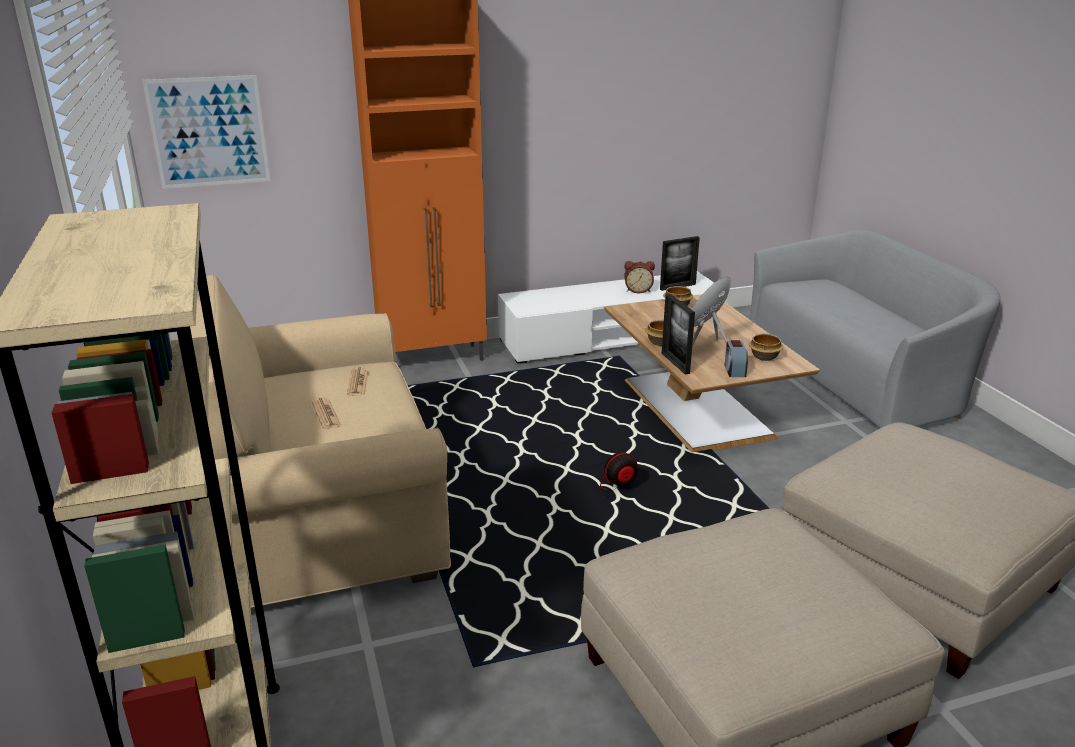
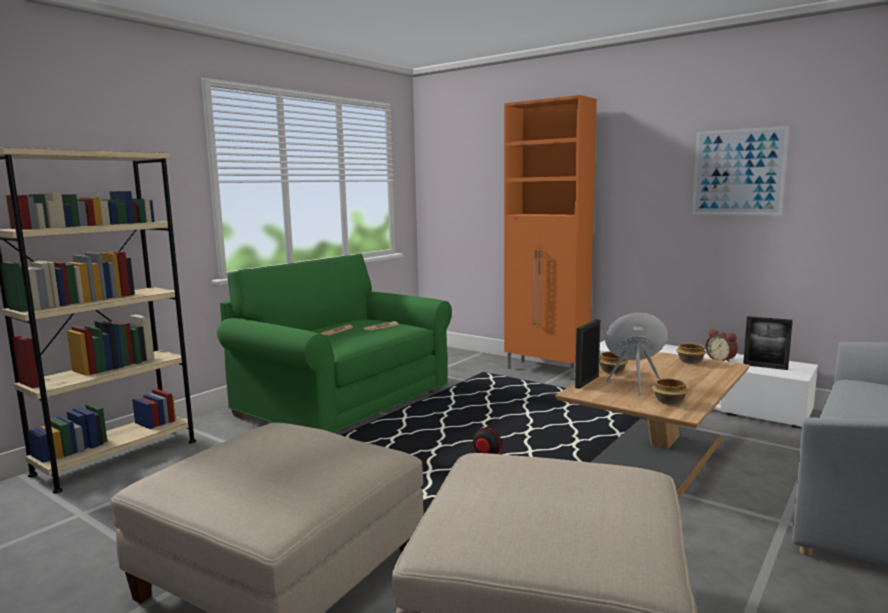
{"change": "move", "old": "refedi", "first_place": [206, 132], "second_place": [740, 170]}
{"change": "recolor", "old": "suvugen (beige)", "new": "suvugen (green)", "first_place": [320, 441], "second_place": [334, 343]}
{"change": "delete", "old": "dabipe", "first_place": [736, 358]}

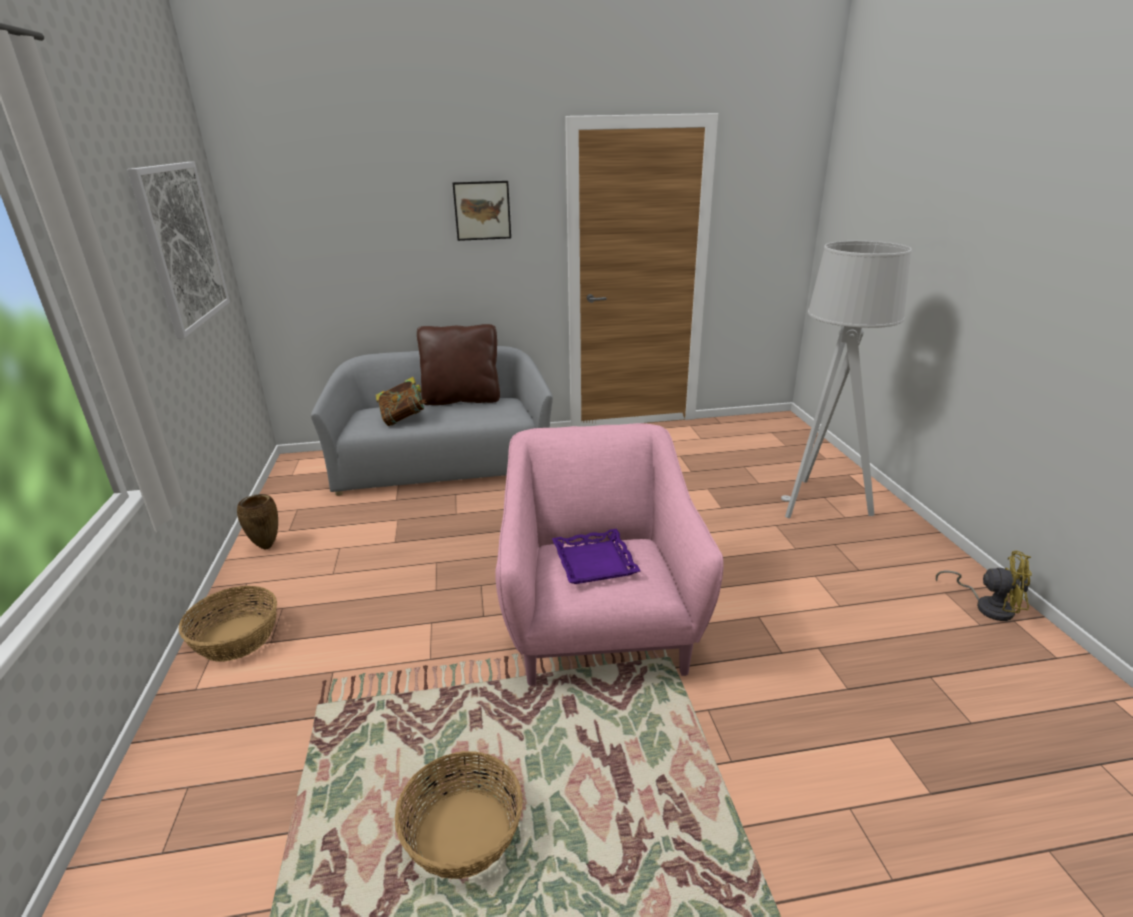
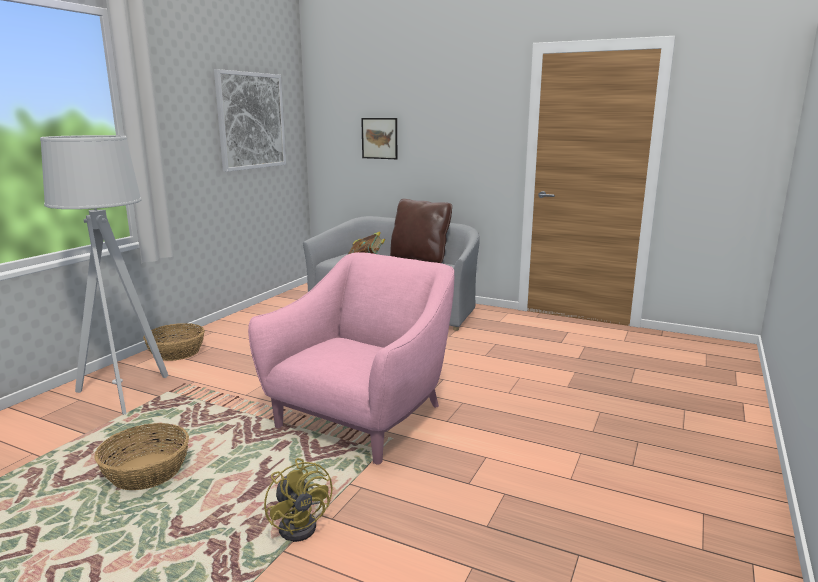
{"change": "delete", "old": "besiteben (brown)", "first_place": [257, 521]}
{"change": "move", "old": "refedi", "first_place": [482, 211], "second_place": [379, 138]}
{"change": "delete", "old": "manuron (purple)", "first_place": [596, 556]}
{"change": "move", "old": "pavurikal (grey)", "first_place": [846, 379], "second_place": [104, 275]}
{"change": "move", "old": "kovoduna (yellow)", "first_place": [984, 585], "second_place": [298, 500]}

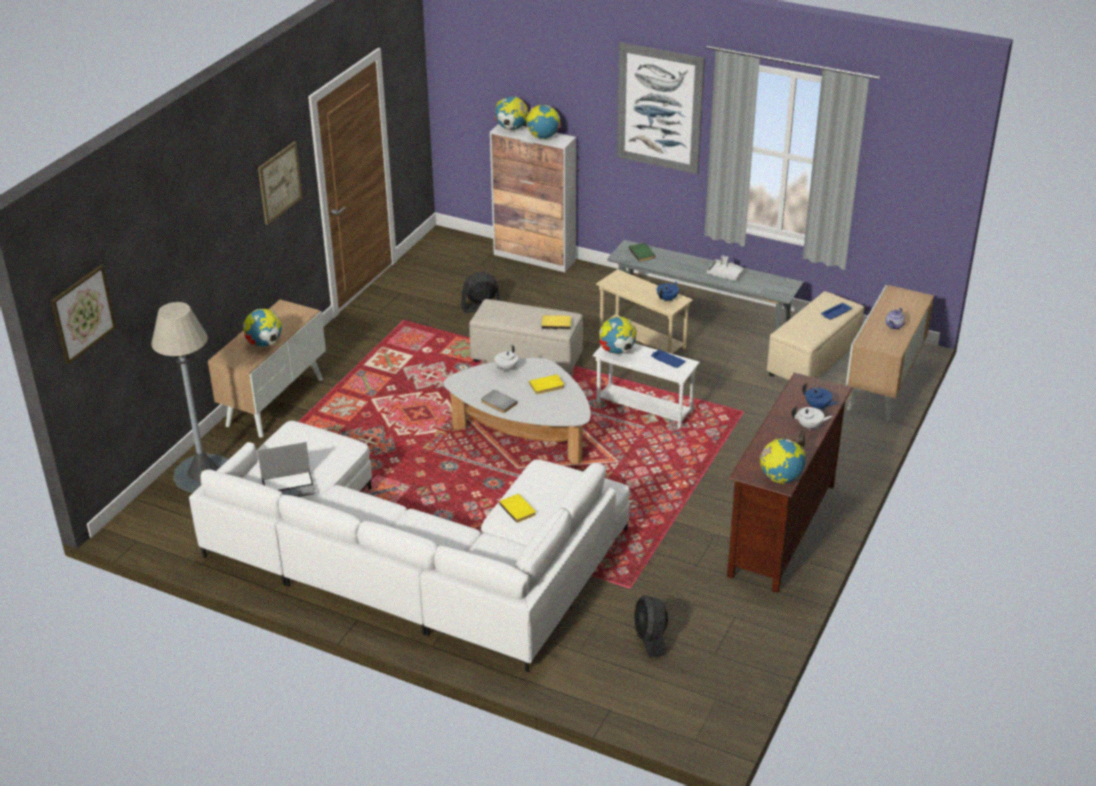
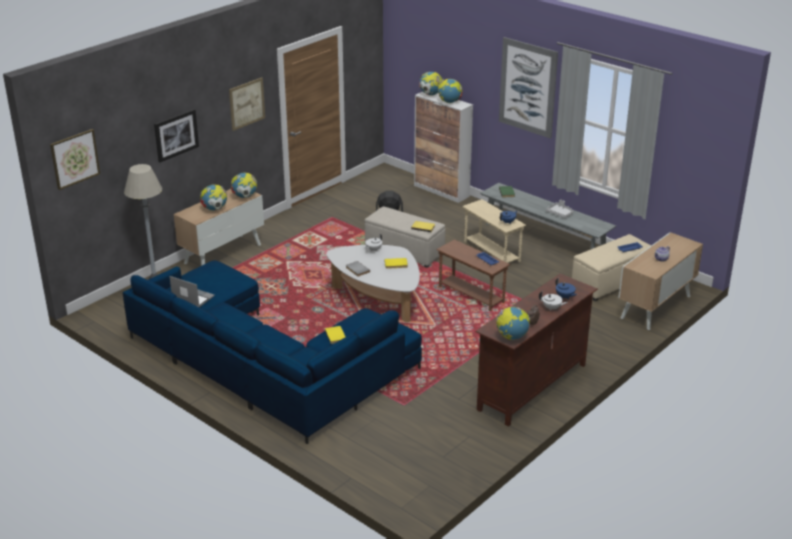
{"change": "recolor", "old": "suvugen (white)", "new": "suvugen (blue)", "first_place": [409, 546], "second_place": [272, 352]}
{"change": "rotate", "old": "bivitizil", "first_place": [287, 469], "second_place": [192, 291], "degrees": -150}
{"change": "recolor", "old": "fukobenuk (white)", "new": "fukobenuk (brown)", "first_place": [646, 386], "second_place": [473, 275]}
{"change": "move", "old": "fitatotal", "first_place": [618, 335], "second_place": [244, 185]}
{"change": "delete", "old": "kovoduna (black)", "first_place": [651, 626]}
{"change": "insert", "new": "refedi", "second_place": [176, 136]}

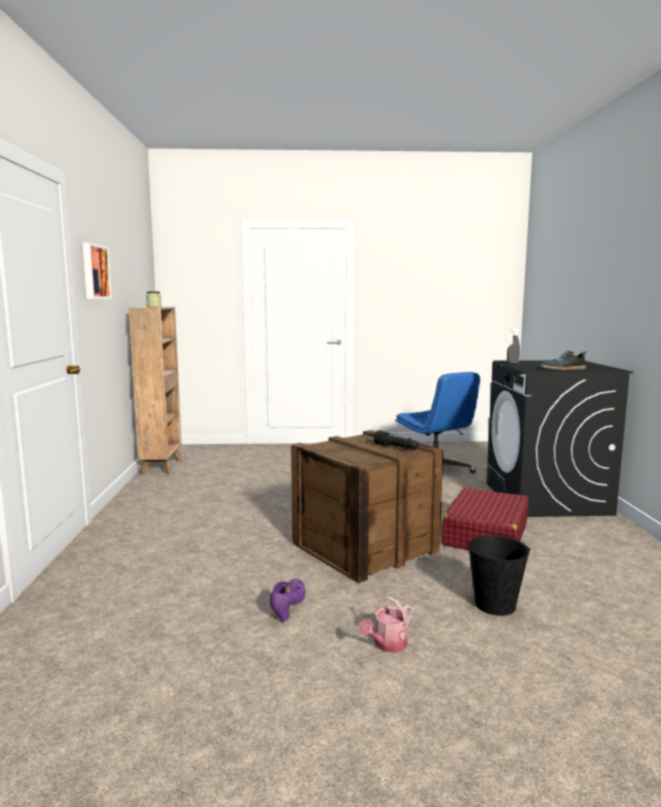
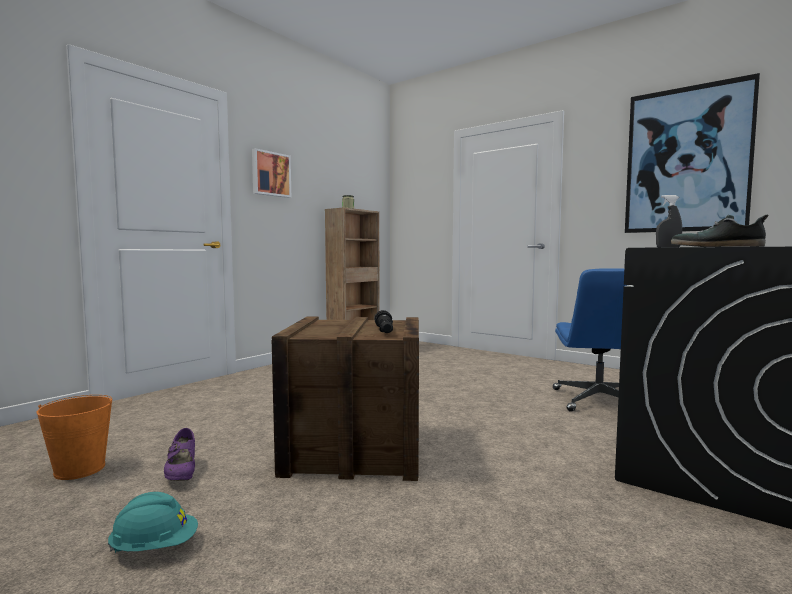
{"change": "rotate", "old": "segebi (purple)", "first_place": [288, 600], "second_place": [179, 454], "degrees": 105}
{"change": "replace", "old": "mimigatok", "new": "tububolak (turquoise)", "first_place": [385, 624], "second_place": [153, 522]}
{"change": "delete", "old": "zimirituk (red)", "first_place": [485, 519]}
{"change": "delete", "old": "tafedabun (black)", "first_place": [499, 575]}
{"change": "insert", "new": "tafedabun (orange)", "second_place": [74, 437]}
{"change": "insert", "new": "refedi", "second_place": [692, 153]}

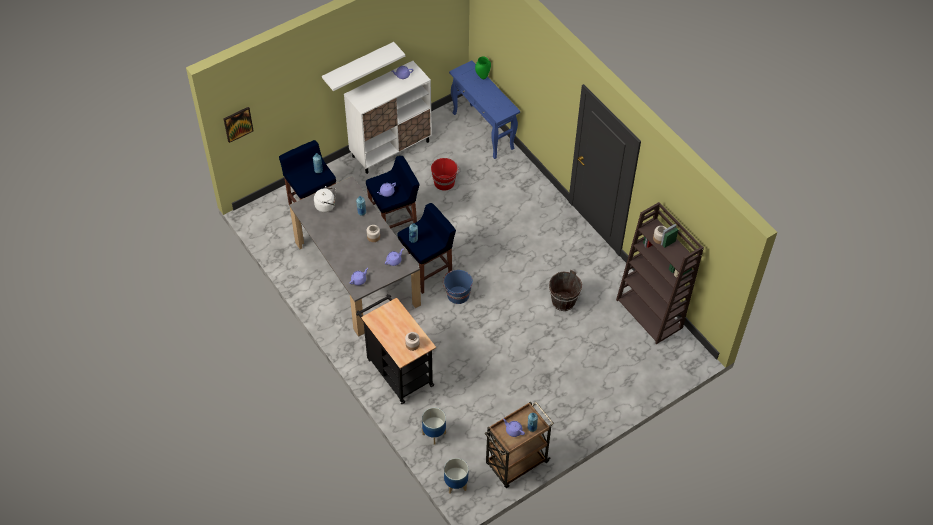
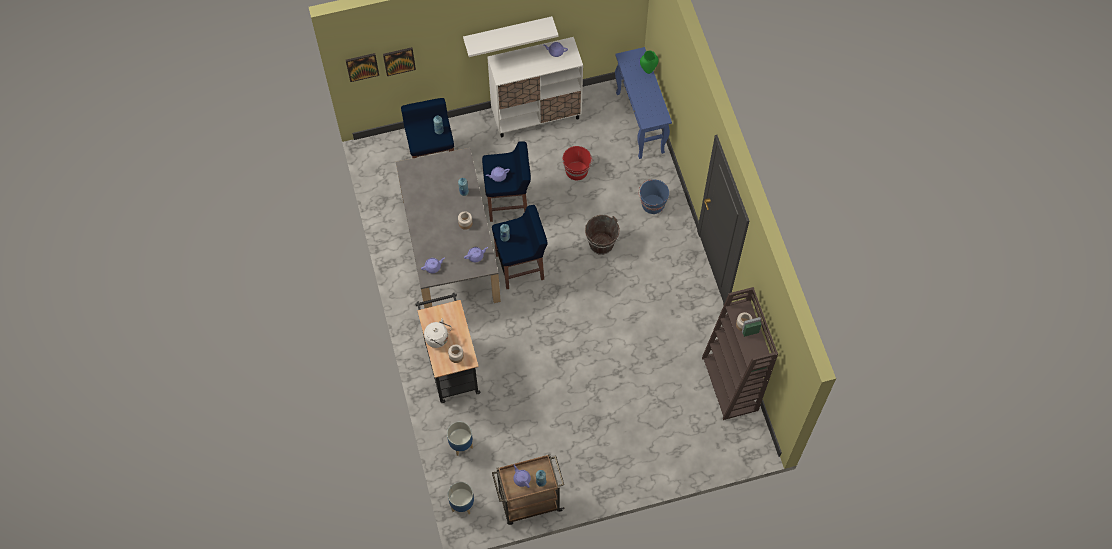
{"change": "move", "old": "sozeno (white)", "first_place": [325, 199], "second_place": [438, 333]}
{"change": "move", "old": "tafedabun (blue)", "first_place": [458, 287], "second_place": [653, 196]}
{"change": "move", "old": "tafedabun (brown)", "first_place": [565, 290], "second_place": [602, 235]}
{"change": "insert", "new": "refedi", "second_place": [399, 61]}

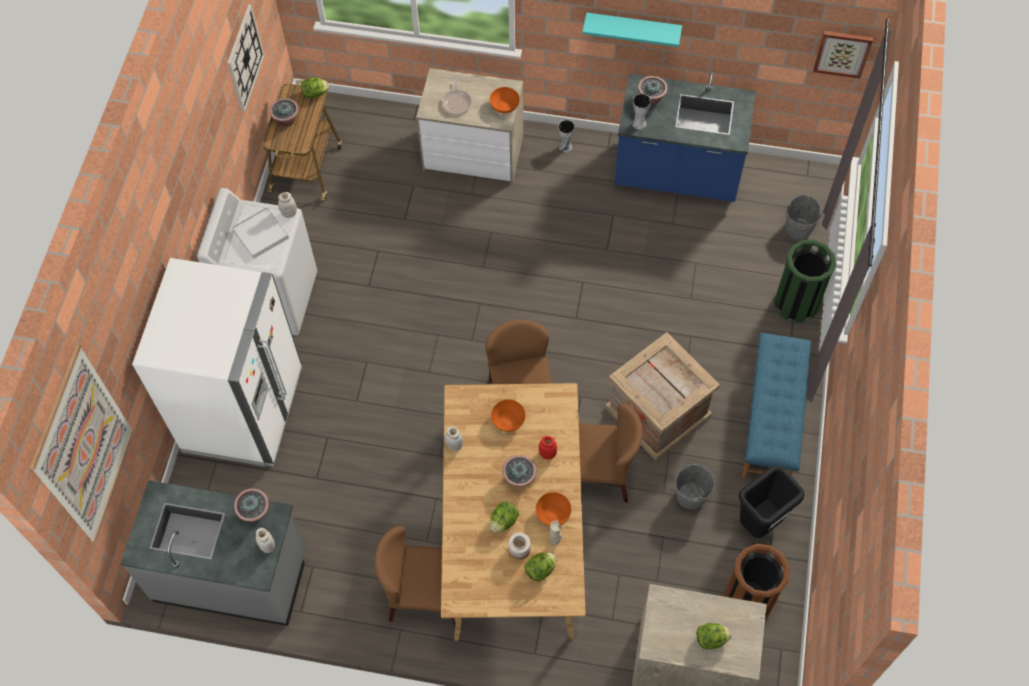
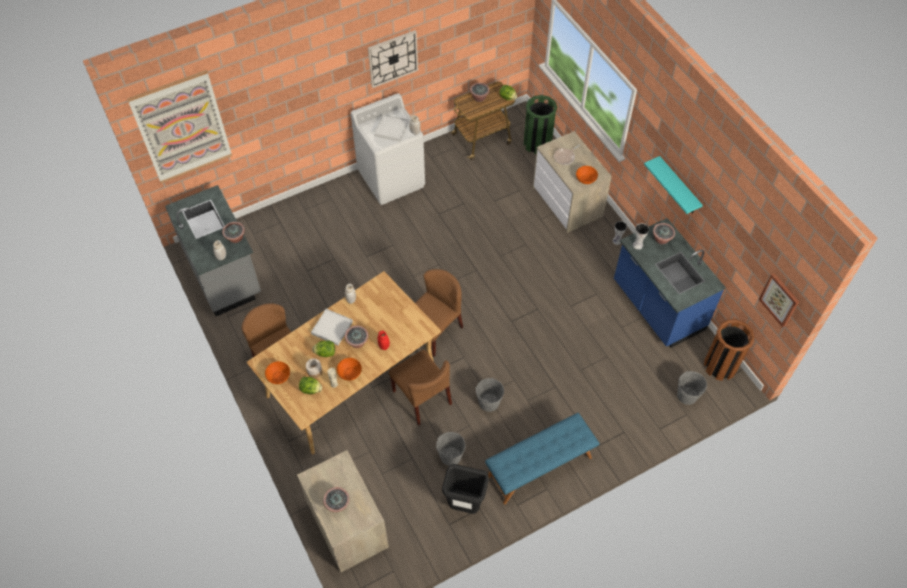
{"change": "delete", "old": "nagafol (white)", "first_place": [217, 362]}
{"change": "move", "old": "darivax", "first_place": [246, 58], "second_place": [393, 59]}
{"change": "move", "old": "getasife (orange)", "first_place": [508, 415], "second_place": [277, 372]}
{"change": "replace", "old": "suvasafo", "new": "tafedabun (grey)", "first_place": [662, 396], "second_place": [489, 394]}
{"change": "replace", "old": "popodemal", "new": "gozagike", "first_place": [713, 636], "second_place": [336, 499]}
{"change": "move", "old": "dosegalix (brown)", "first_place": [757, 581], "second_place": [729, 350]}
{"change": "move", "old": "dosegalix (green)", "first_place": [805, 281], "second_place": [540, 124]}
{"change": "insert", "new": "manuron (white)", "second_place": [332, 327]}

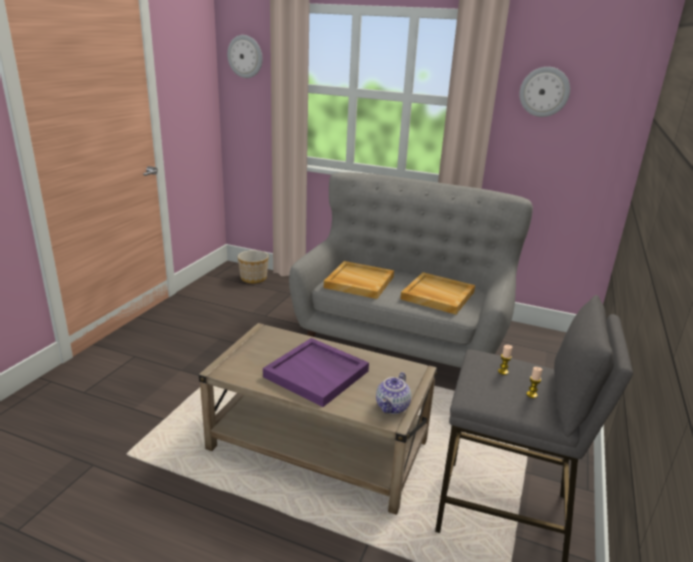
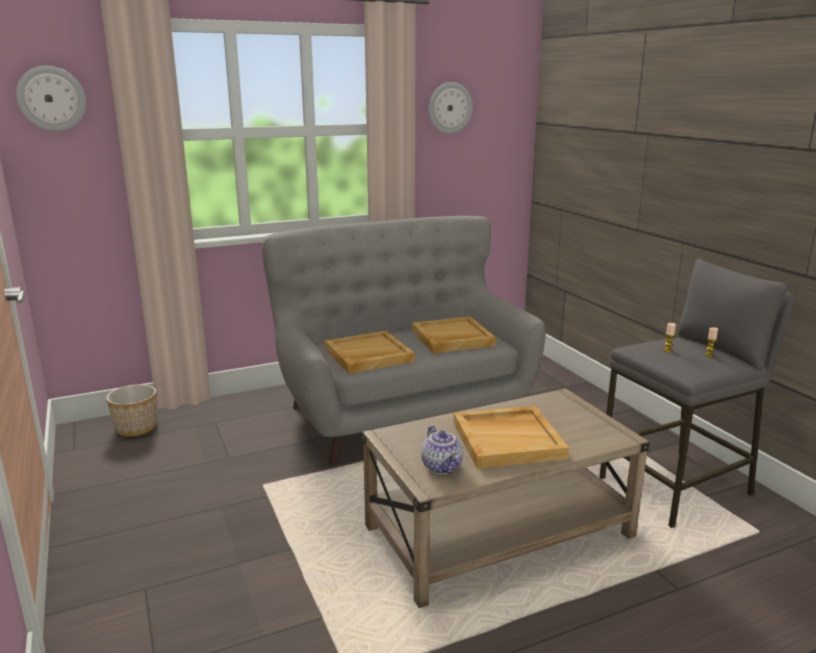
{"change": "recolor", "old": "manuron (purple)", "new": "manuron (beige)", "first_place": [316, 372], "second_place": [511, 437]}
{"change": "move", "old": "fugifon", "first_place": [393, 393], "second_place": [442, 450]}

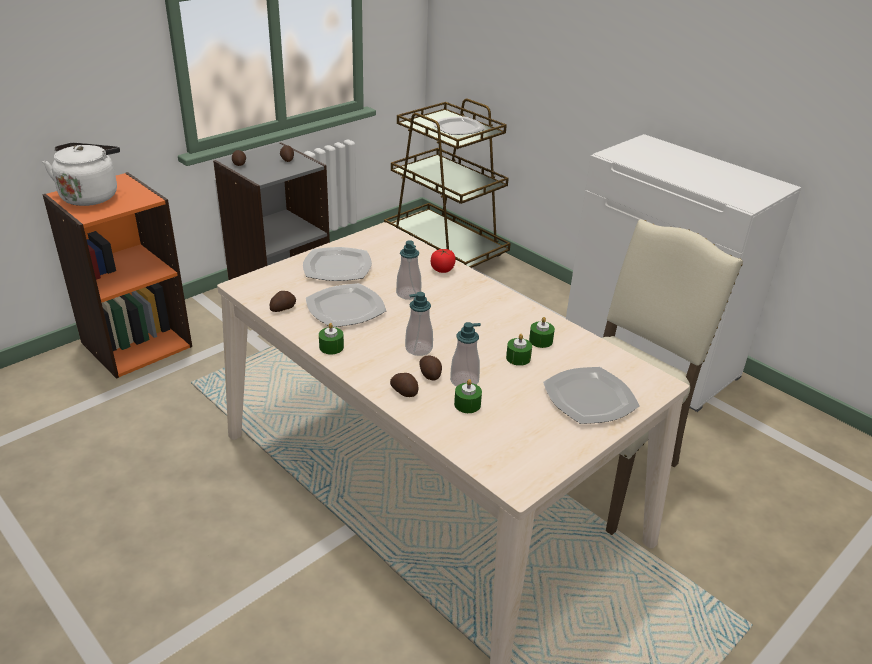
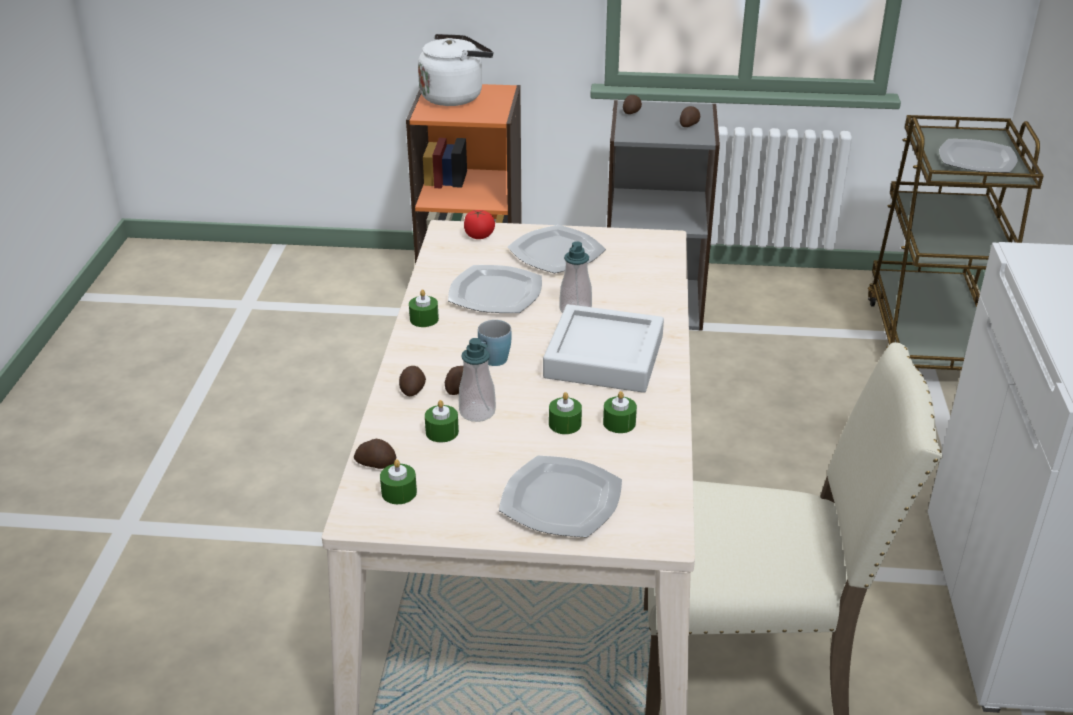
{"change": "move", "old": "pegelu", "first_place": [283, 301], "second_place": [375, 454]}
{"change": "replace", "old": "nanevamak", "new": "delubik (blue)", "first_place": [419, 324], "second_place": [494, 343]}
{"change": "move", "old": "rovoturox", "first_place": [443, 261], "second_place": [479, 224]}
{"change": "insert", "new": "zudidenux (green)", "second_place": [398, 481]}
{"change": "insert", "new": "manuron (grey)", "second_place": [603, 348]}

